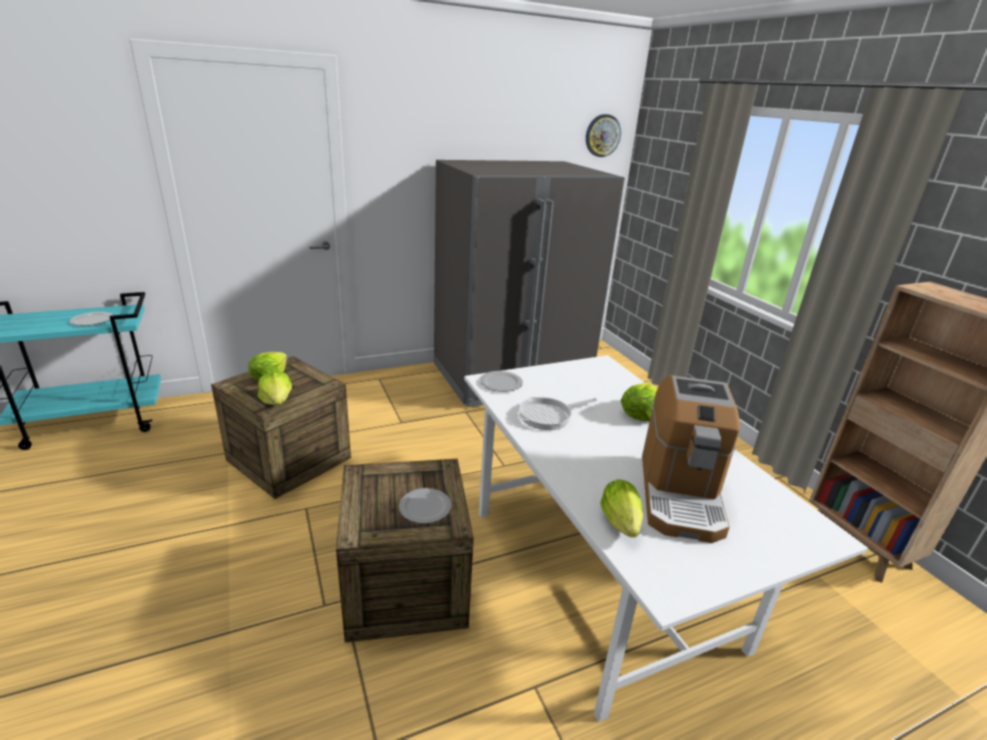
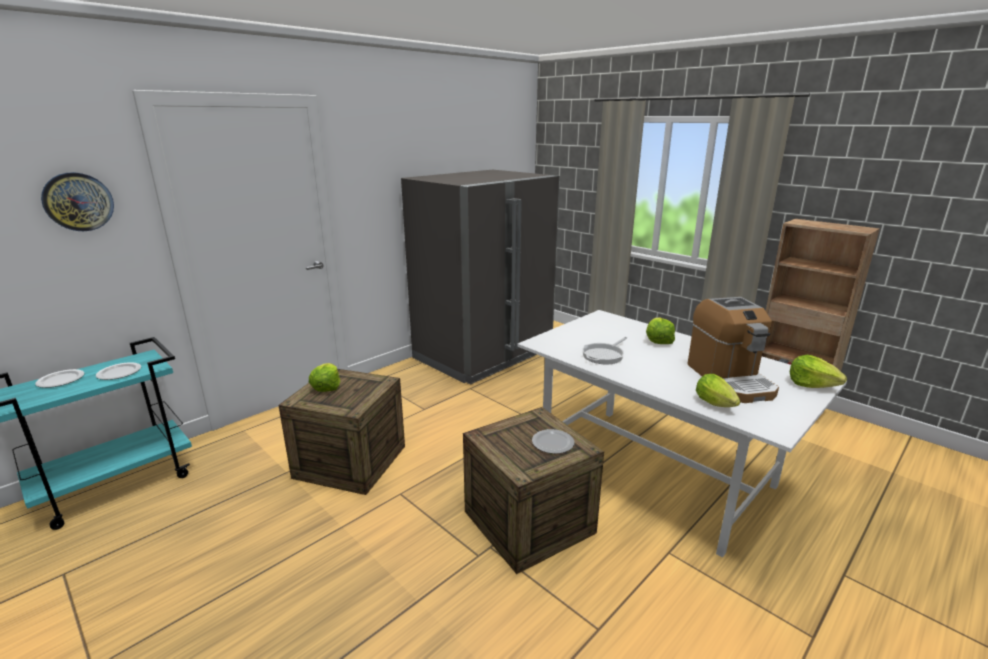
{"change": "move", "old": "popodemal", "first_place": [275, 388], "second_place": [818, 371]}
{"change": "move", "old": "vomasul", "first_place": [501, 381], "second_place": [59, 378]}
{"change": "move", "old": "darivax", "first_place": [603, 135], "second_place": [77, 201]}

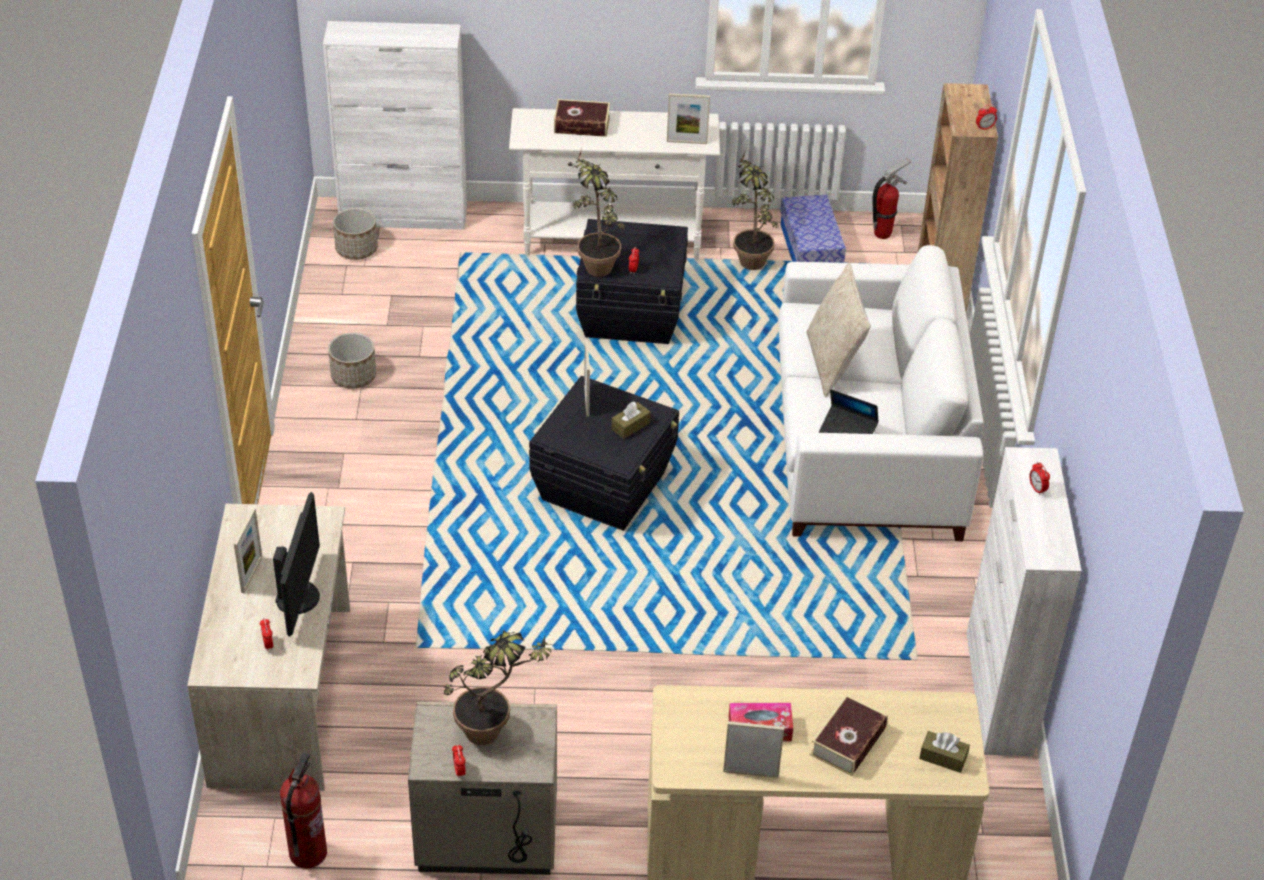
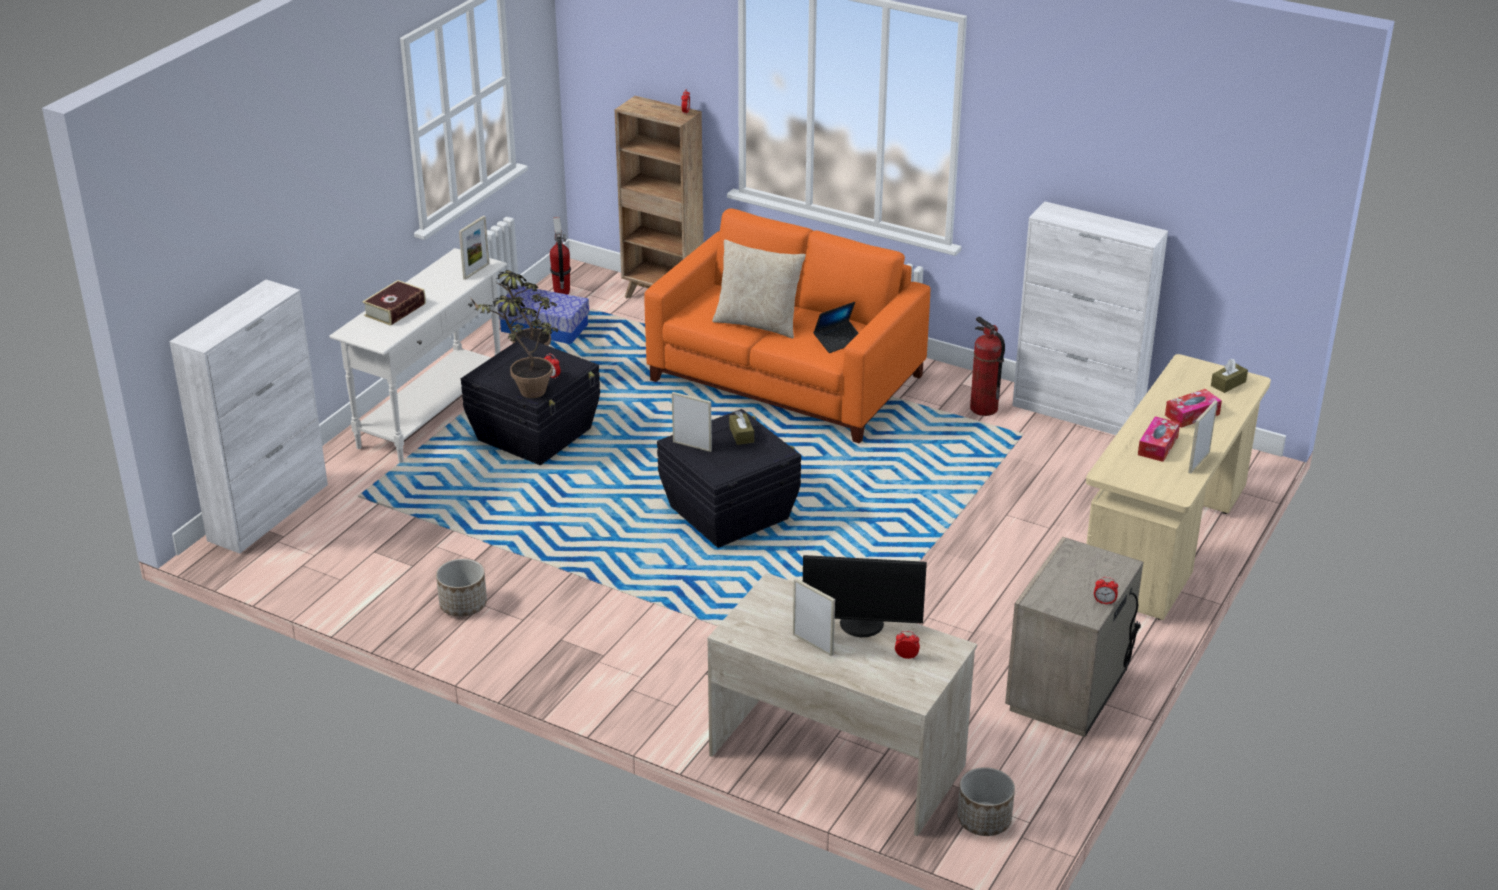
{"change": "rotate", "old": "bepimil", "first_place": [296, 564], "second_place": [865, 596], "degrees": 150}
{"change": "move", "old": "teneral", "first_place": [303, 810], "second_place": [987, 366]}
{"change": "move", "old": "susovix", "first_place": [355, 234], "second_place": [986, 801]}
{"change": "delete", "old": "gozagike", "first_place": [498, 687]}
{"change": "recolor", "old": "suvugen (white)", "new": "suvugen (orange)", "first_place": [880, 393], "second_place": [787, 325]}
{"change": "replace", "old": "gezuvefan", "new": "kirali", "first_place": [849, 735], "second_place": [1193, 408]}
{"change": "delete", "old": "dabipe", "first_place": [1039, 478]}

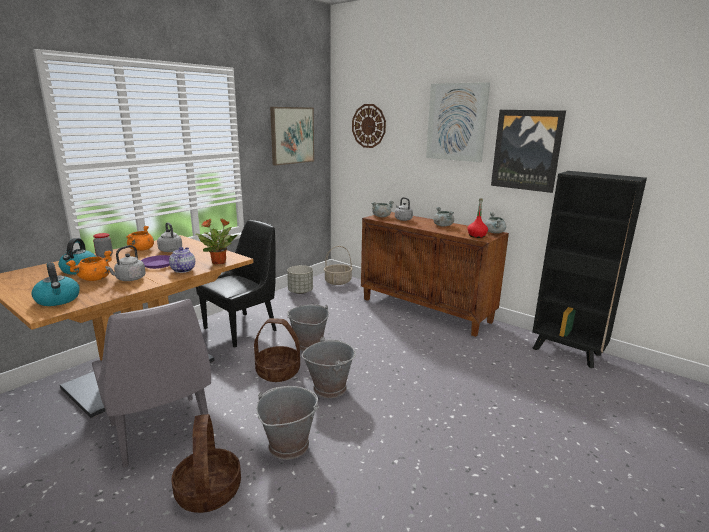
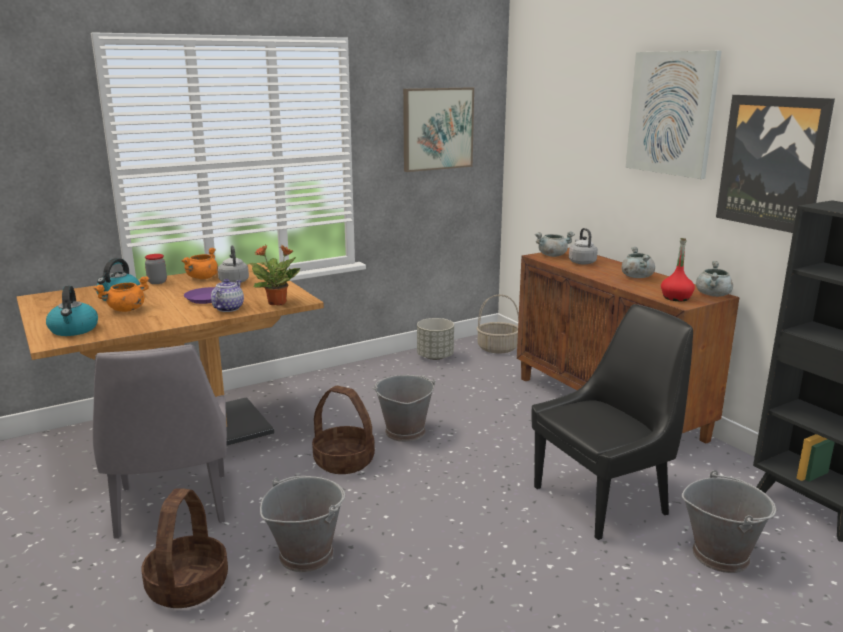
{"change": "delete", "old": "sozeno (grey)", "first_place": [125, 263]}
{"change": "move", "old": "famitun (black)", "first_place": [236, 284], "second_place": [612, 422]}
{"change": "move", "old": "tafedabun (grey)", "first_place": [329, 367], "second_place": [729, 521]}
{"change": "delete", "old": "darivax", "first_place": [369, 126]}

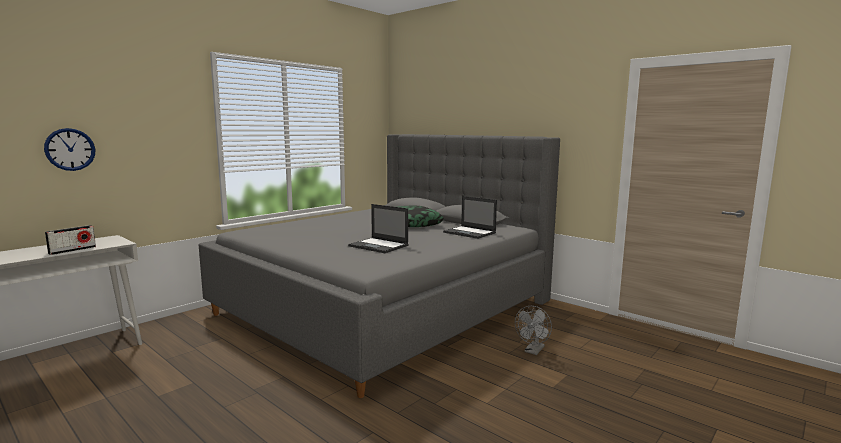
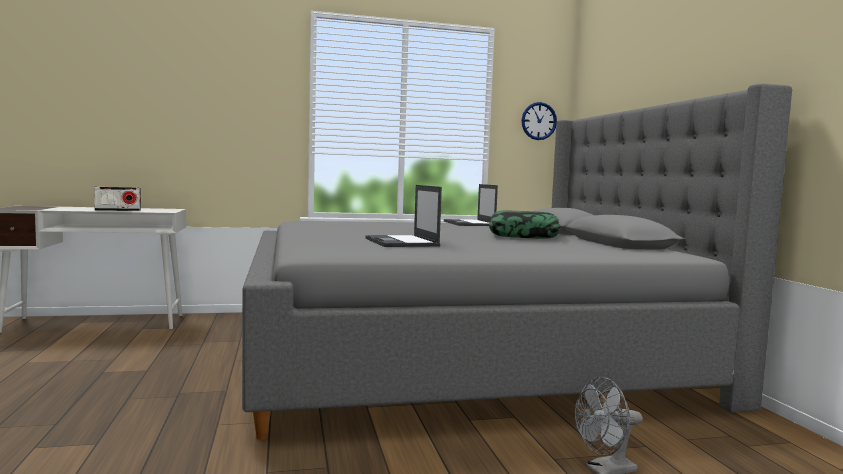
{"change": "move", "old": "darivax", "first_place": [70, 149], "second_place": [539, 121]}
{"change": "move", "old": "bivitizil", "first_place": [470, 217], "second_place": [471, 205]}

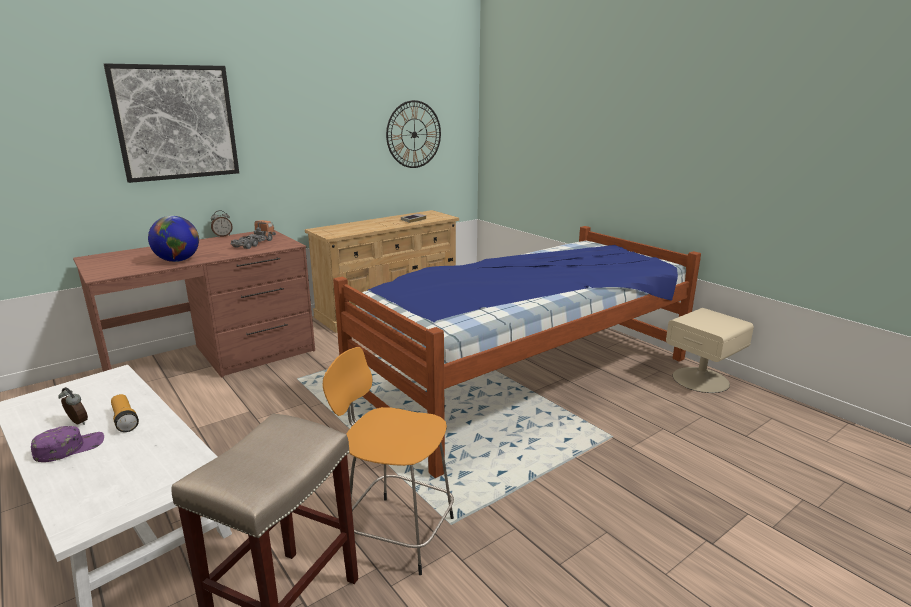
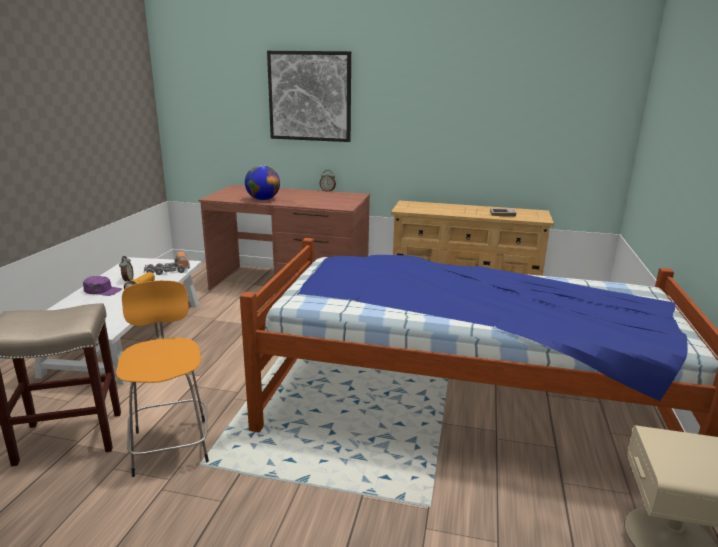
{"change": "move", "old": "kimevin", "first_place": [253, 234], "second_place": [167, 263]}
{"change": "delete", "old": "darivax", "first_place": [413, 134]}

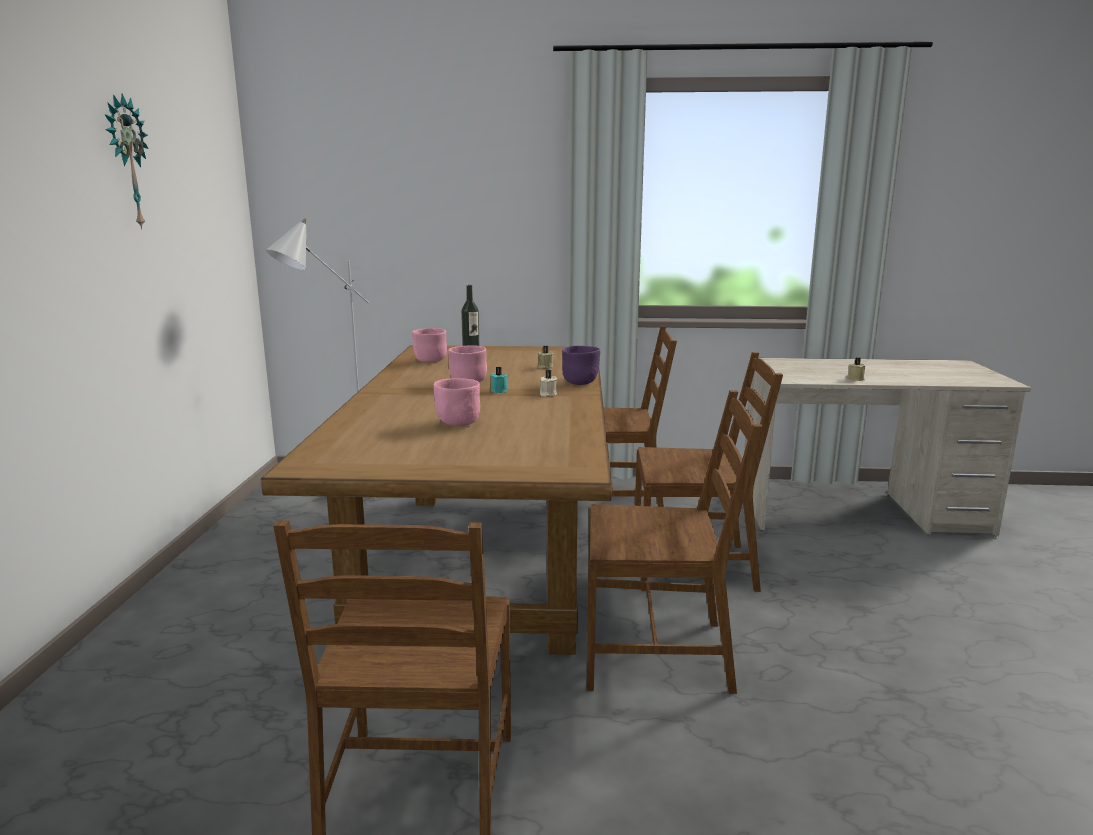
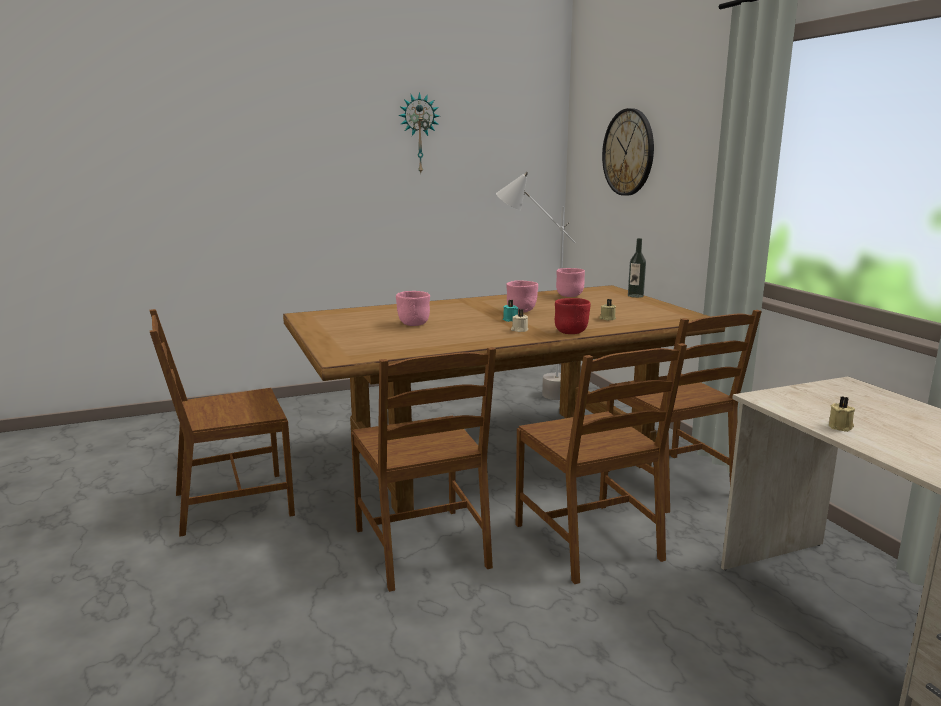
{"change": "recolor", "old": "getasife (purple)", "new": "getasife (red)", "first_place": [581, 365], "second_place": [573, 316]}
{"change": "insert", "new": "darivax", "second_place": [628, 152]}

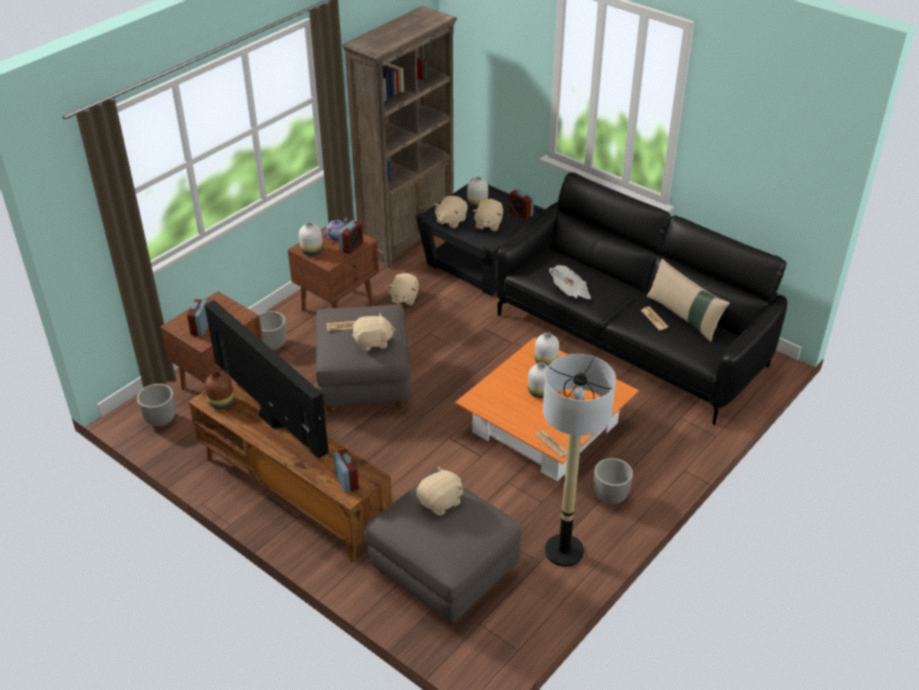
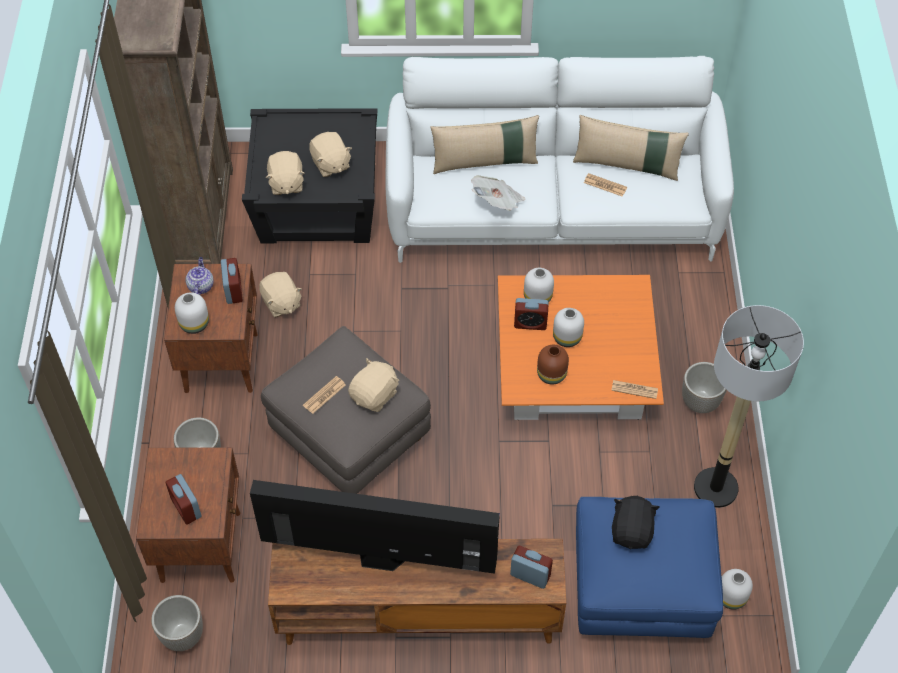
{"change": "move", "old": "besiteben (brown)", "first_place": [219, 390], "second_place": [553, 365]}
{"change": "recolor", "old": "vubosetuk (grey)", "new": "vubosetuk (blue)", "first_place": [443, 547], "second_place": [649, 567]}
{"change": "recolor", "old": "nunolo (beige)", "new": "nunolo (black)", "first_place": [439, 491], "second_place": [635, 522]}
{"change": "move", "old": "besiteben (white)", "first_place": [477, 191], "second_place": [737, 589]}
{"change": "recolor", "old": "suvugen (black)", "new": "suvugen (white)", "first_place": [641, 298], "second_place": [560, 159]}
{"change": "move", "old": "dabipe", "first_place": [521, 204], "second_place": [531, 314]}
{"change": "insert", "new": "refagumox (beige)", "second_place": [484, 144]}

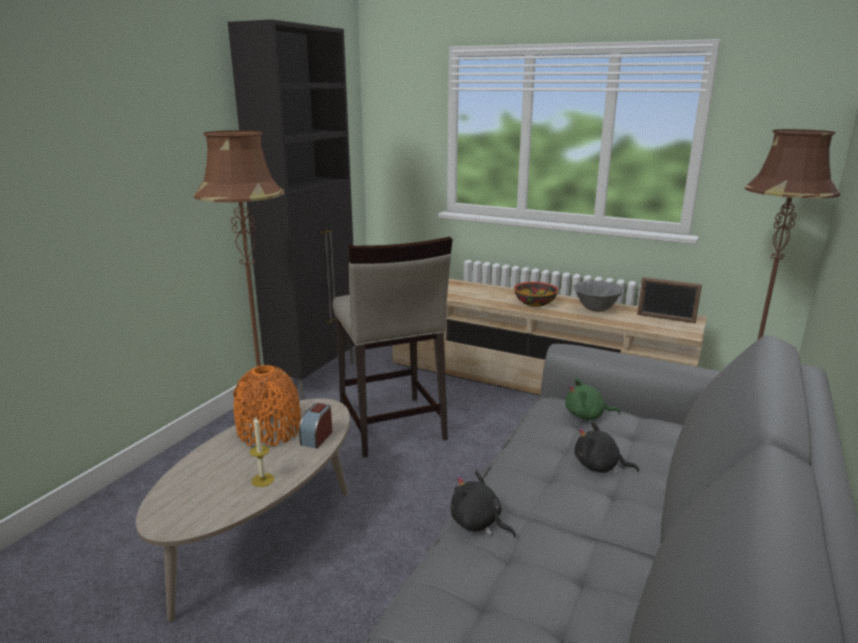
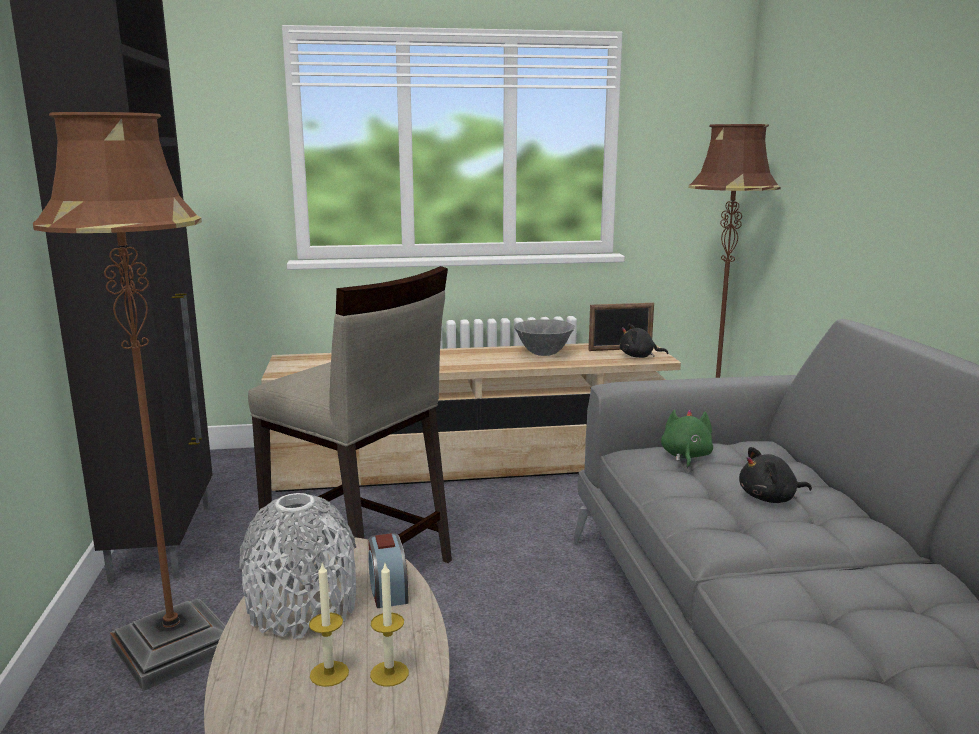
{"change": "recolor", "old": "besiteben (orange)", "new": "besiteben (grey)", "first_place": [267, 405], "second_place": [297, 566]}
{"change": "move", "old": "nunolo (black)", "first_place": [483, 504], "second_place": [644, 341]}
{"change": "delete", "old": "getasife", "first_place": [536, 294]}
{"change": "rotate", "old": "nunolo (green)", "first_place": [592, 399], "second_place": [687, 438], "degrees": 135}
{"change": "insert", "new": "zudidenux", "second_place": [329, 625]}

